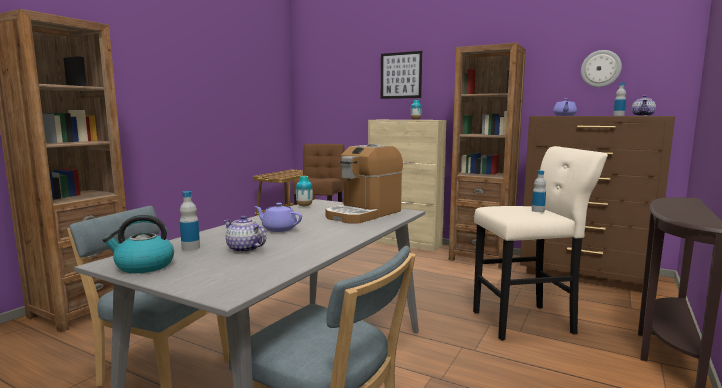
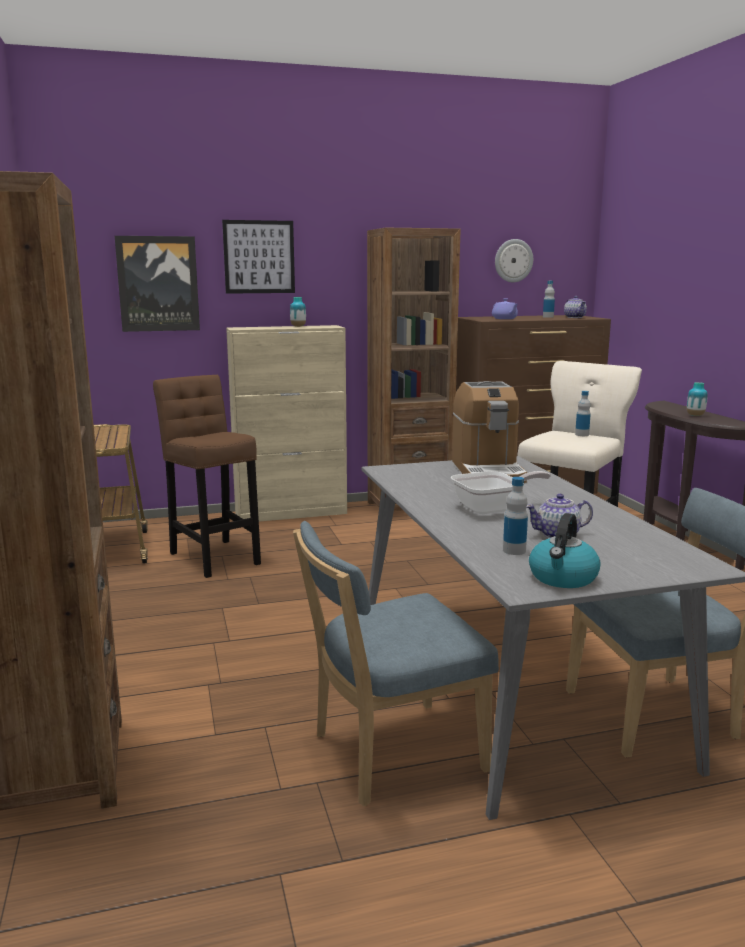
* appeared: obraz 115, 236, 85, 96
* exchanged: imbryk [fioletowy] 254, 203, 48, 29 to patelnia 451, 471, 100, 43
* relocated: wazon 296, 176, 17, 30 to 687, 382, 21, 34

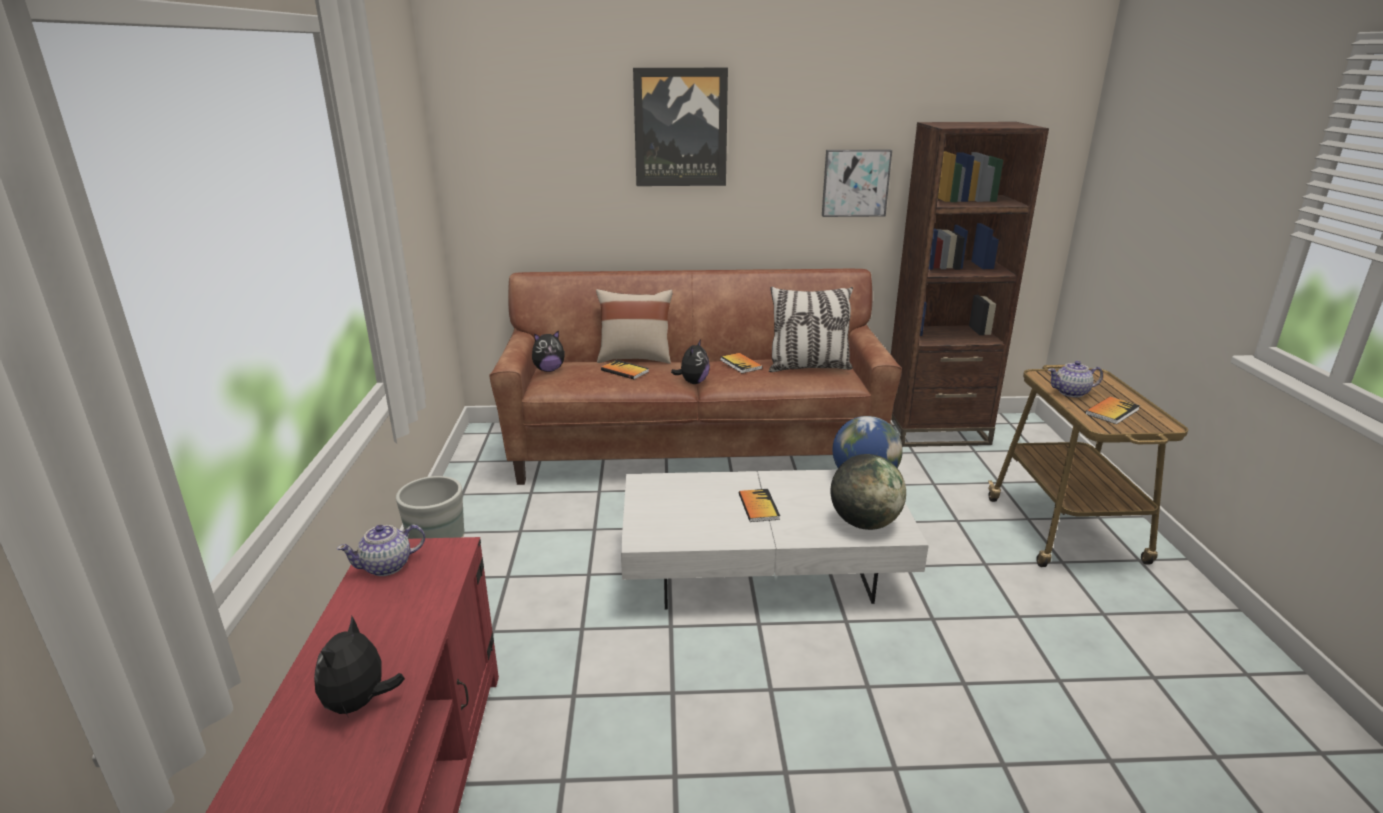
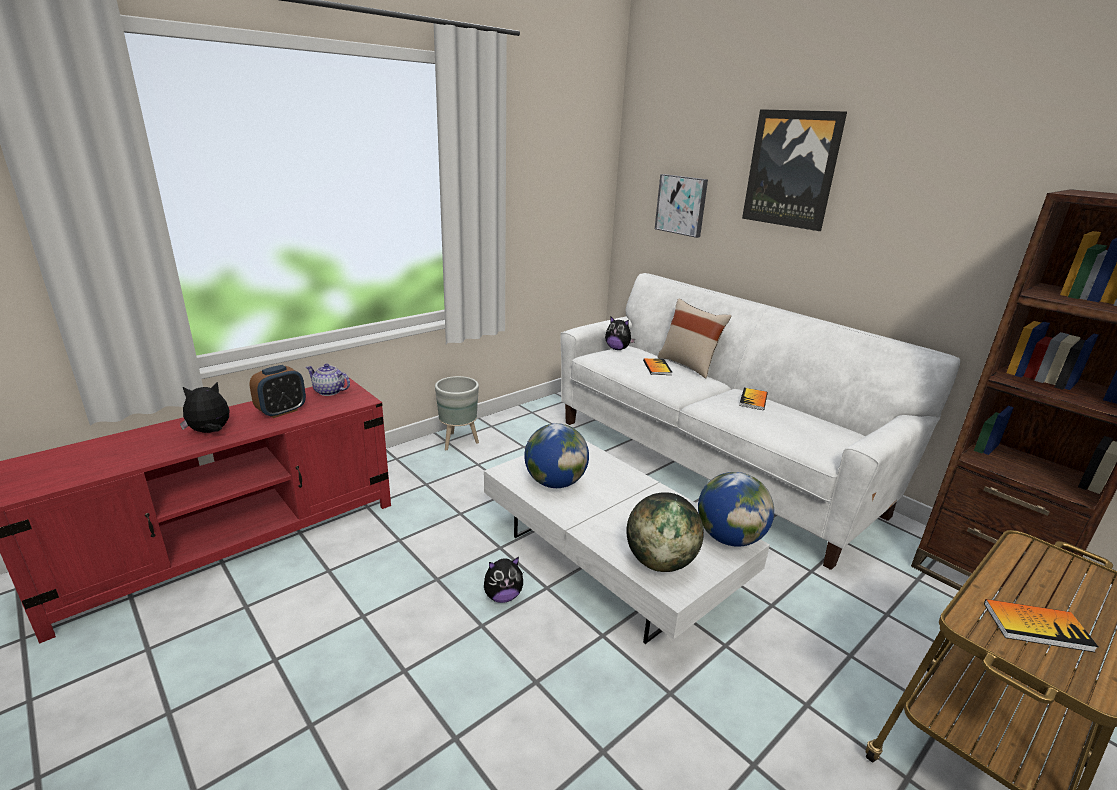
* appeared: budzik 249, 365, 57, 53
* relocated: pluszak 671, 340, 39, 44 to 484, 557, 39, 46
* appeared: globus 524, 423, 65, 65
* colour: kanapa [brązowy] 489, 269, 413, 216 to kanapa [biały] 560, 273, 400, 297
* relocated: obraz 822, 150, 70, 67 to 655, 174, 53, 64
* missing: książka 739, 489, 41, 33
* missing: poduszka 769, 287, 84, 85
* missing: imbryk 1048, 361, 55, 36

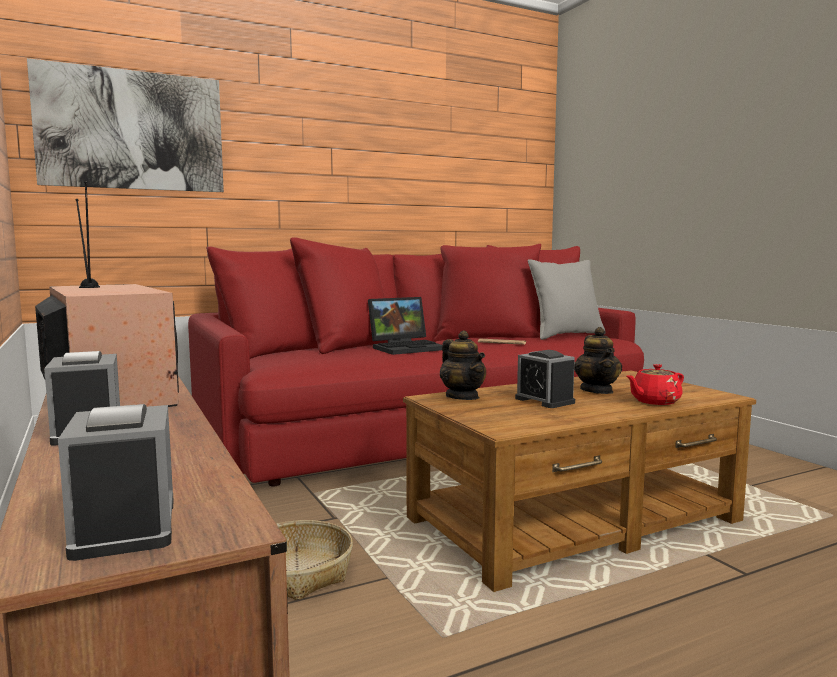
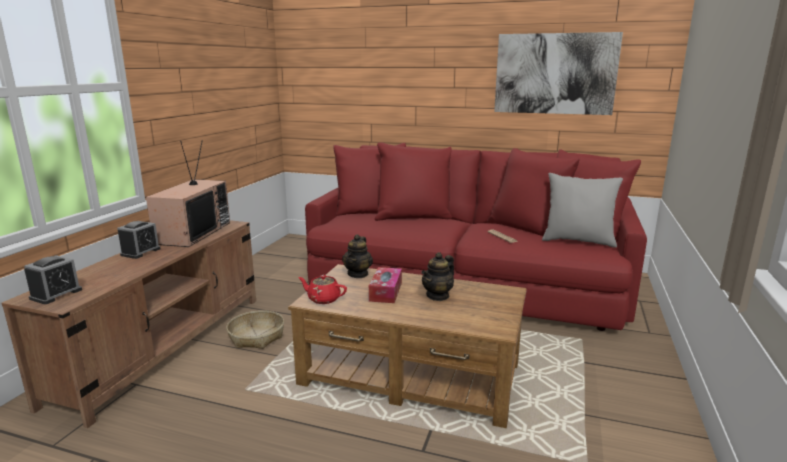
* relocated: imbryk [czerwony] 627, 364, 57, 41 to 298, 275, 49, 29
* exchanged: budzik 515, 350, 60, 58 to pudełko chusteczek 369, 267, 33, 36
* relocated: obraz 27, 58, 197, 134 to 494, 32, 129, 83
* missing: laptop 368, 297, 74, 58

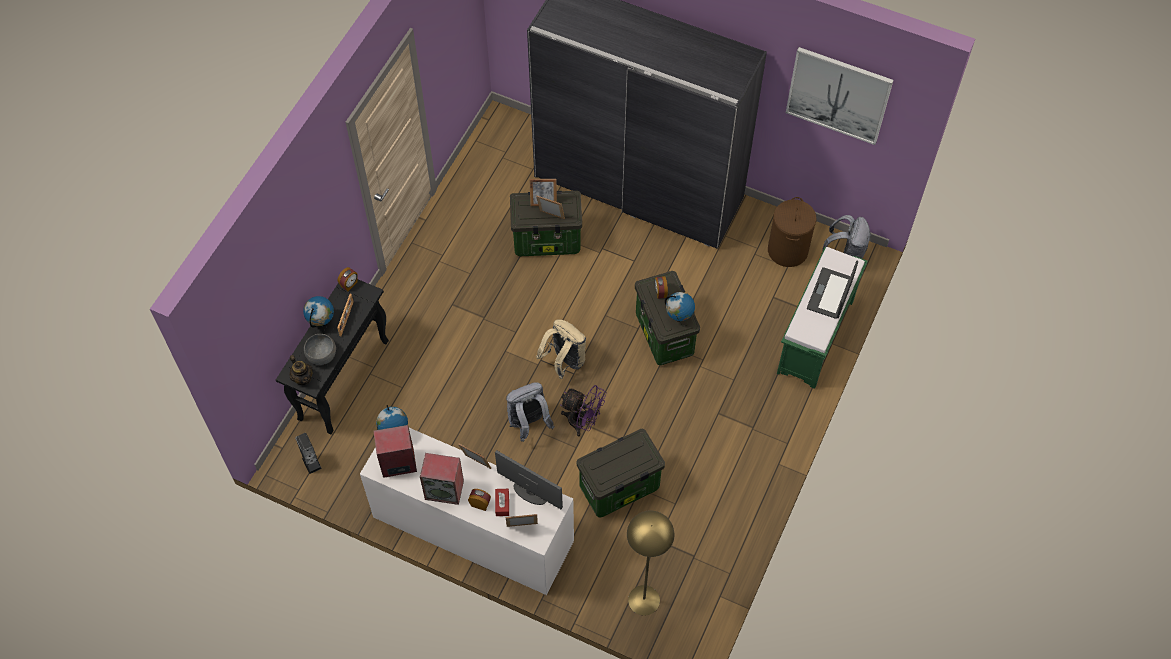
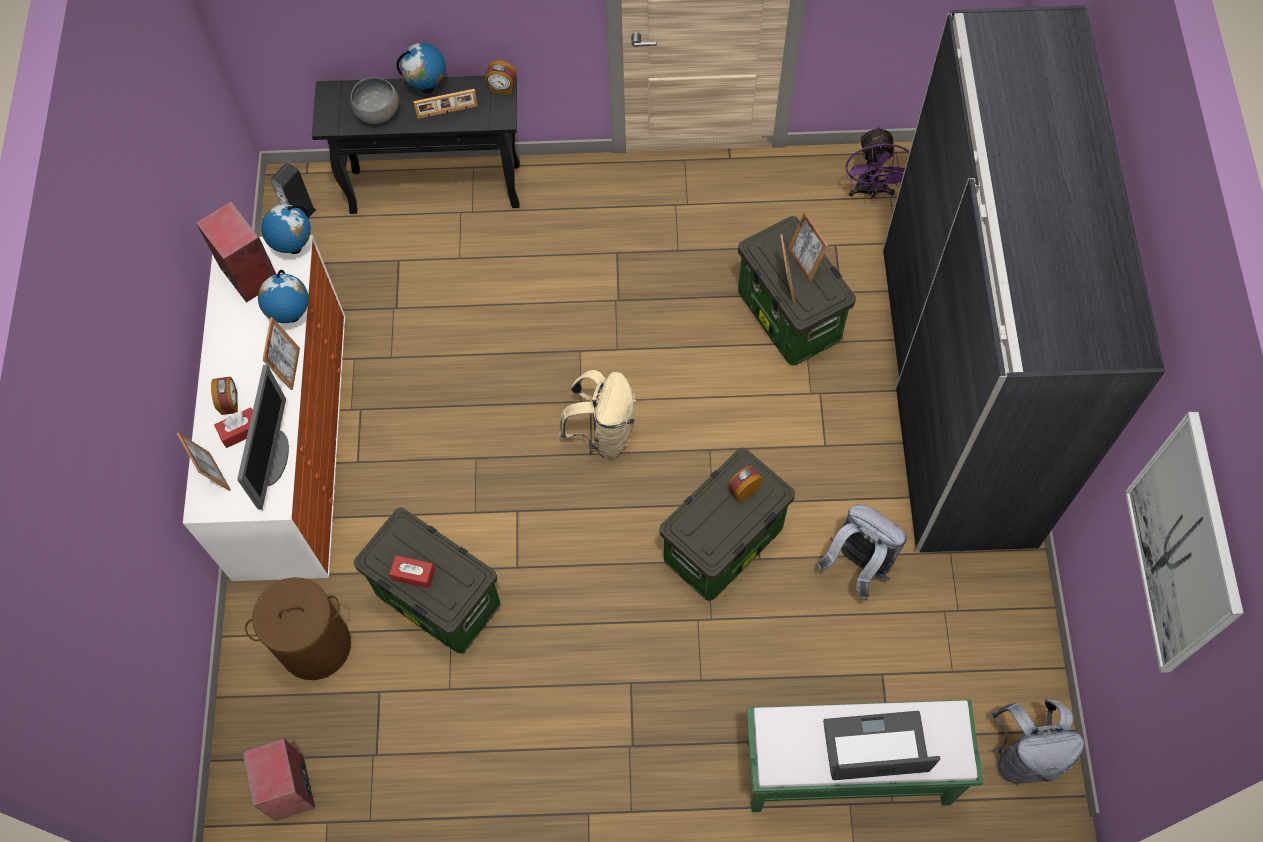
* relocated: głośnik 420, 453, 44, 52 to 242, 738, 73, 83
* relocated: kosz na pranie [brązowy] 768, 197, 48, 70 to 245, 577, 106, 103
* relocated: globus 665, 292, 30, 30 to 258, 270, 51, 53
* appeared: pudełko chusteczek [czerwony] 389, 555, 46, 33
* relocated: plecak [szary] 506, 382, 49, 60 to 816, 505, 91, 96
* relocated: wentylator [fioletowy] 560, 385, 46, 51 to 846, 126, 64, 73
* missing: imbryk 289, 355, 24, 30
* missing: lampa stojąca [żółty] 627, 511, 47, 105

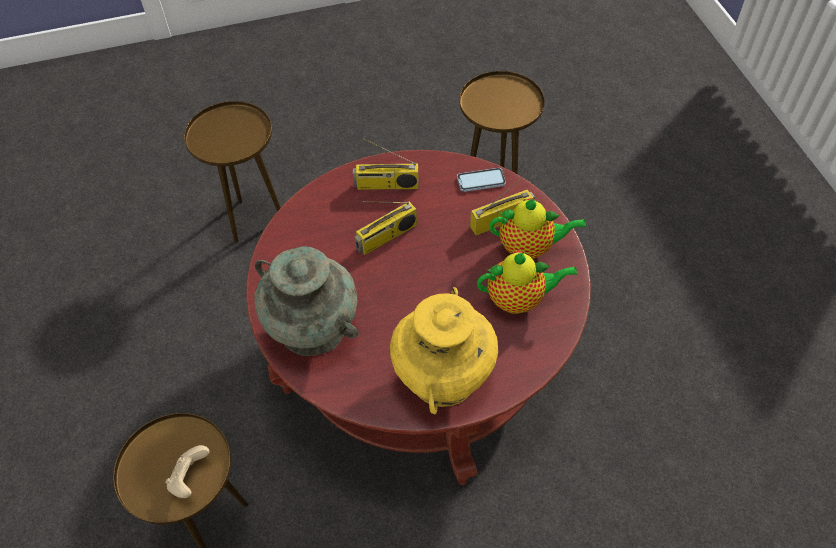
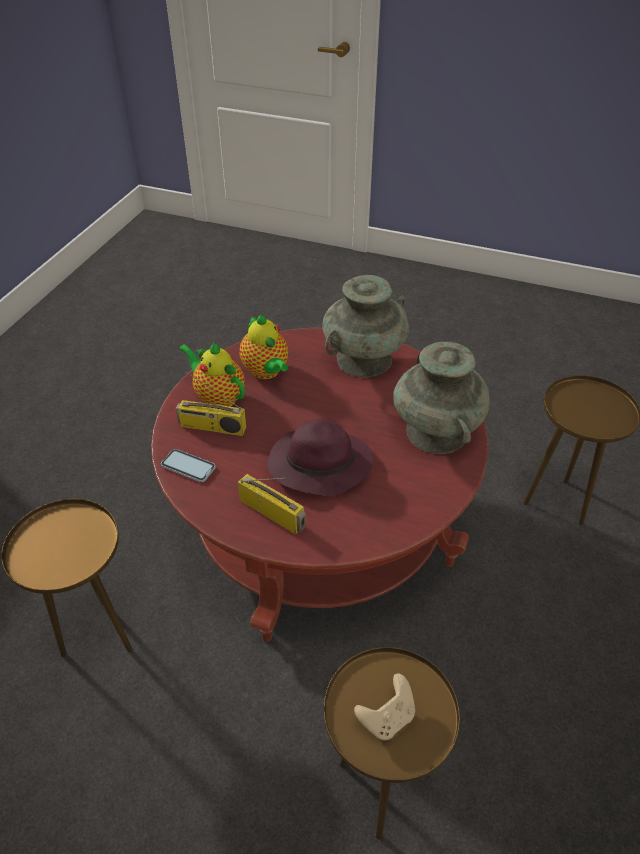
* spun: imbryk 477, 251, 101, 63 = 239, 315, 49, 64 150 degrees counterclockwise
* exchanged: radio 355, 201, 62, 54 to kapelusz [fioletowy] 268, 419, 106, 77
* colour: wazon [żółty] 390, 287, 108, 127 to wazon [turkusowy] 322, 275, 87, 102
* relocated: pad do gier [beżowy] 166, 445, 44, 53 to 354, 673, 61, 67

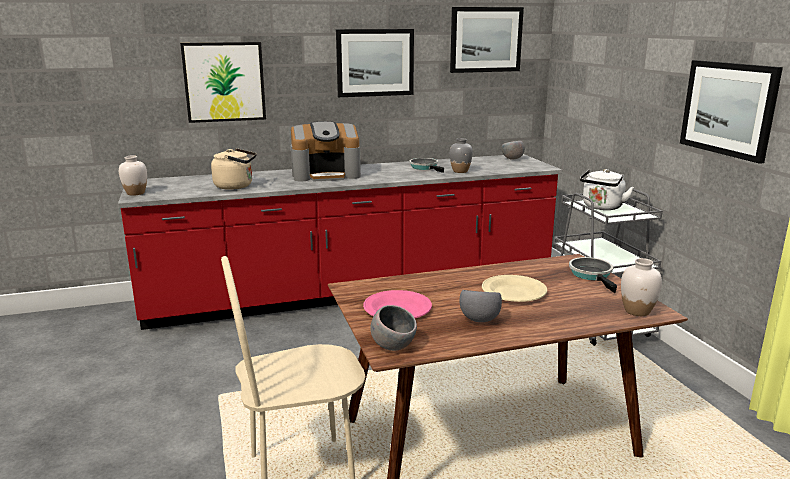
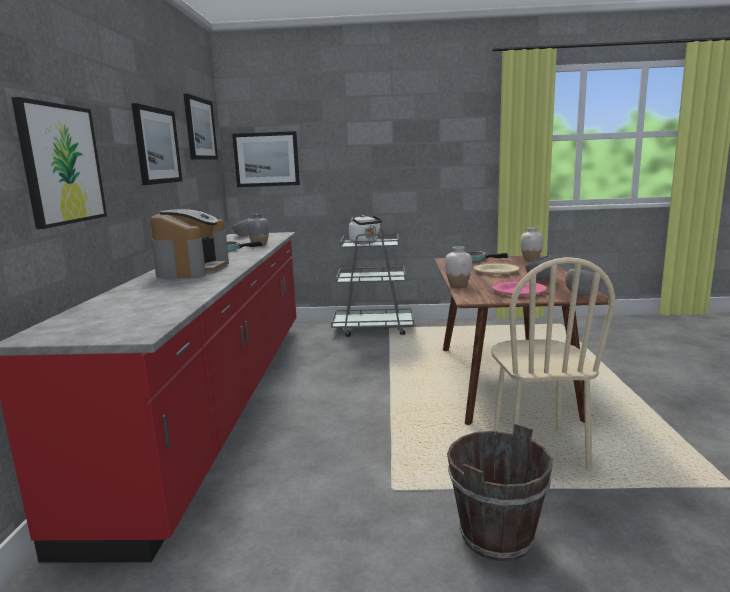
* relocated: obraz 680, 60, 103, 104 to 232, 131, 68, 56
* relocated: wazon [biały] 119, 155, 28, 41 to 445, 246, 27, 41
* appeared: wiadro [brązowy] 447, 423, 106, 138
* missing: czajnik [beżowy] 211, 148, 46, 42

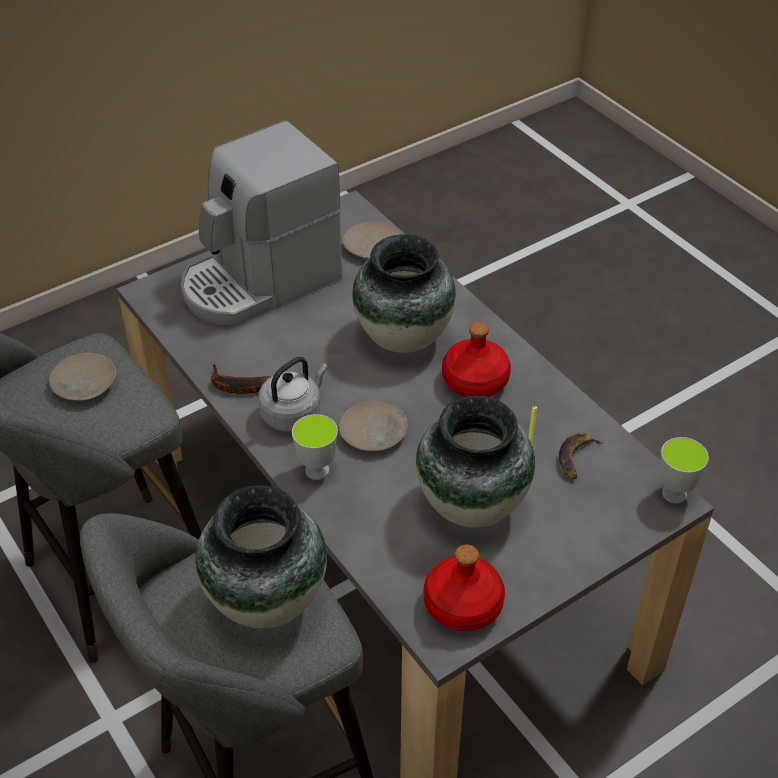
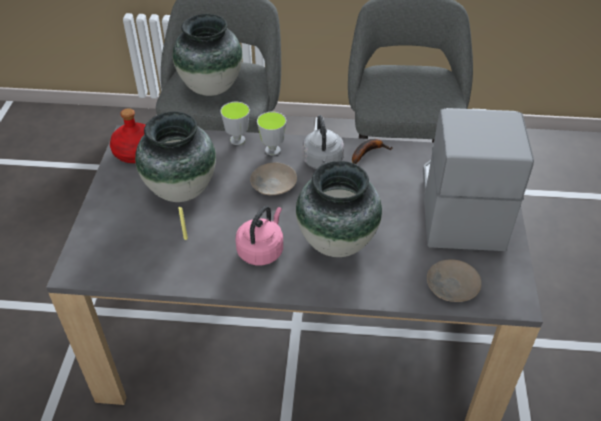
* relocated: filiżanka 660, 437, 49, 67 to 220, 102, 30, 43
* exchanged: butelka [czerwony] 442, 322, 69, 75 to czajnik [różowy] 235, 205, 48, 60
* missing: talerz [beżowy] 49, 353, 67, 48
* missing: banan 559, 432, 45, 47

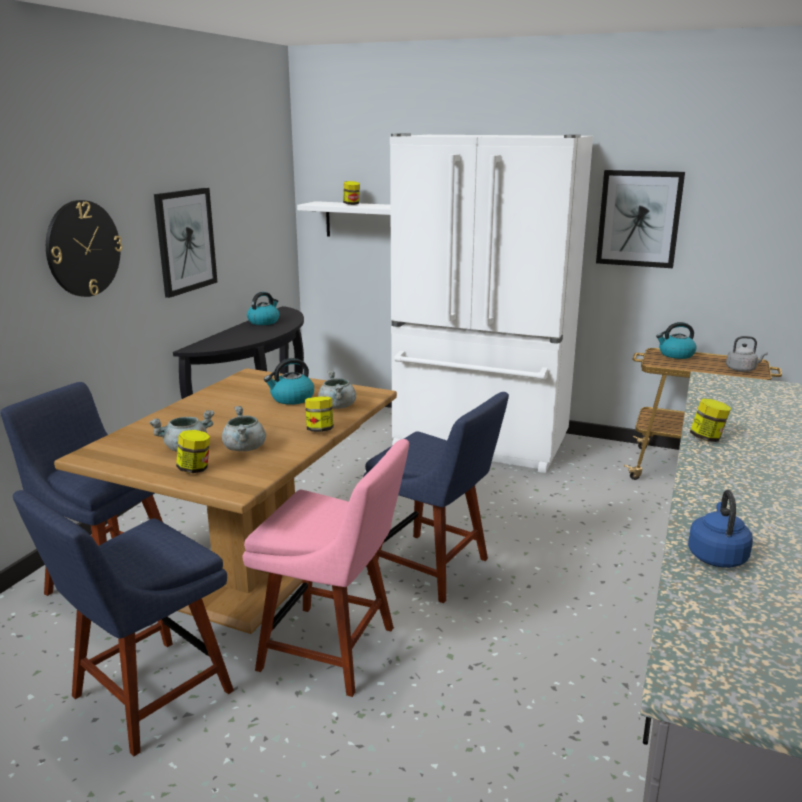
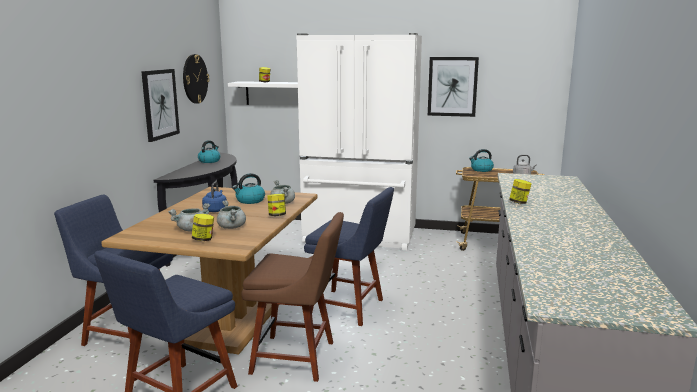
* relocated: zegar ścienny 46, 200, 76, 97 to 183, 54, 27, 50
* relocated: czajnik [niebieski] 688, 490, 65, 78 to 202, 181, 25, 31
* colour: krzesło [różowy] 242, 439, 167, 258 to krzesło [brązowy] 241, 212, 103, 170

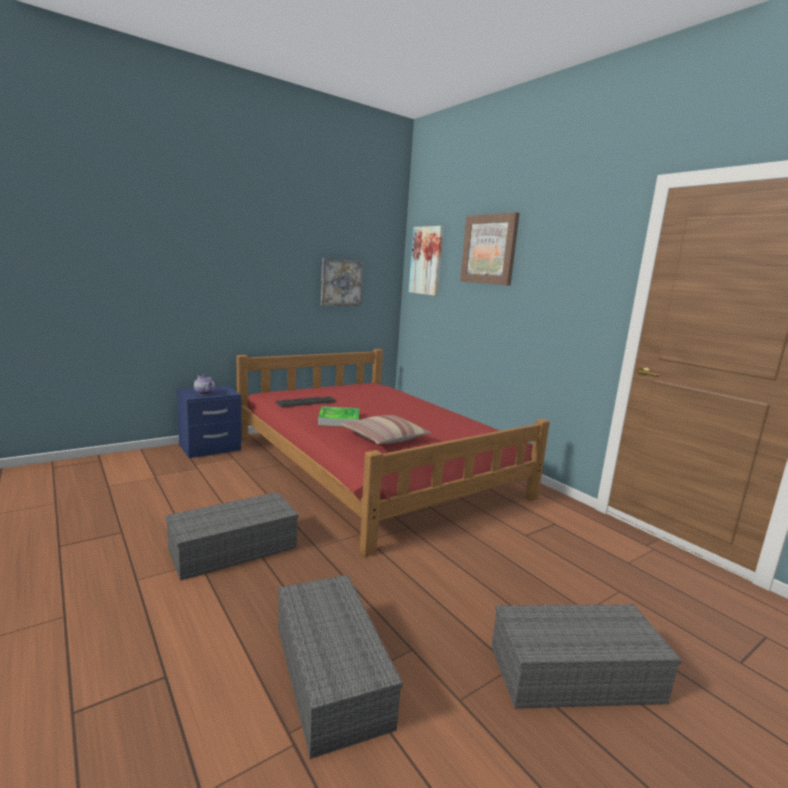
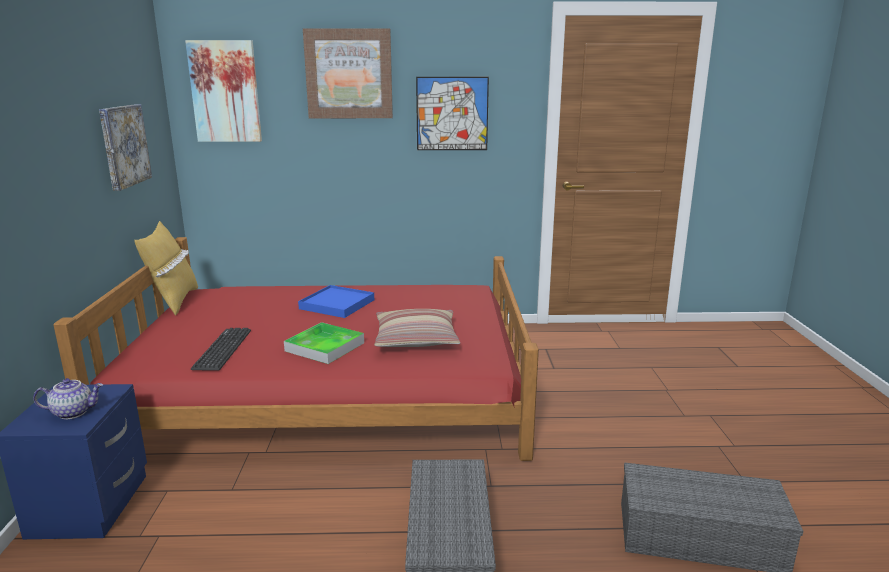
* appeared: poduszka [żółty] 134, 221, 64, 95
* appeared: taca [niebieski] 298, 285, 76, 33
* appeared: obraz 416, 77, 73, 73
* missing: pojemnik do przechowywania [szary] 491, 605, 191, 104

